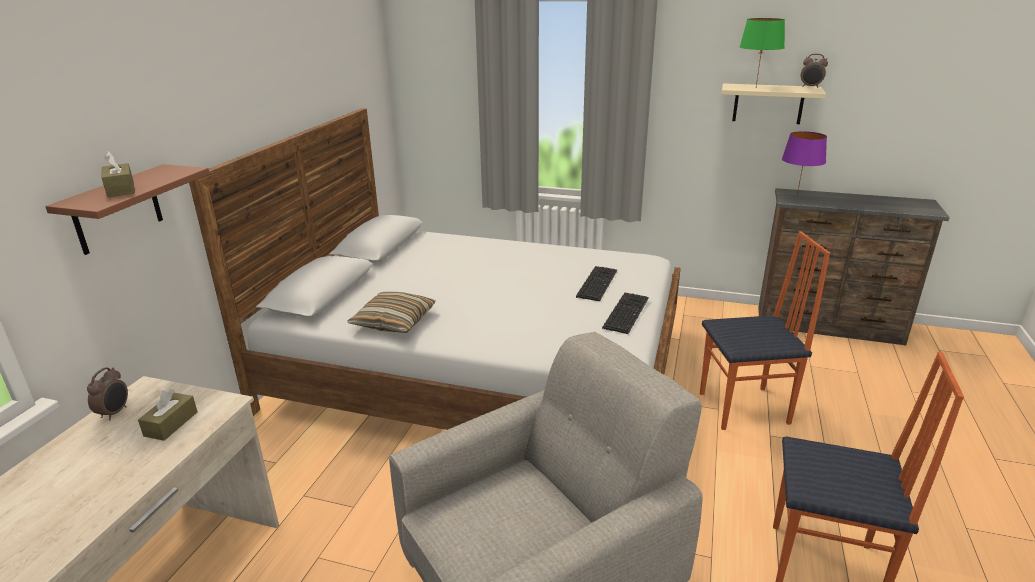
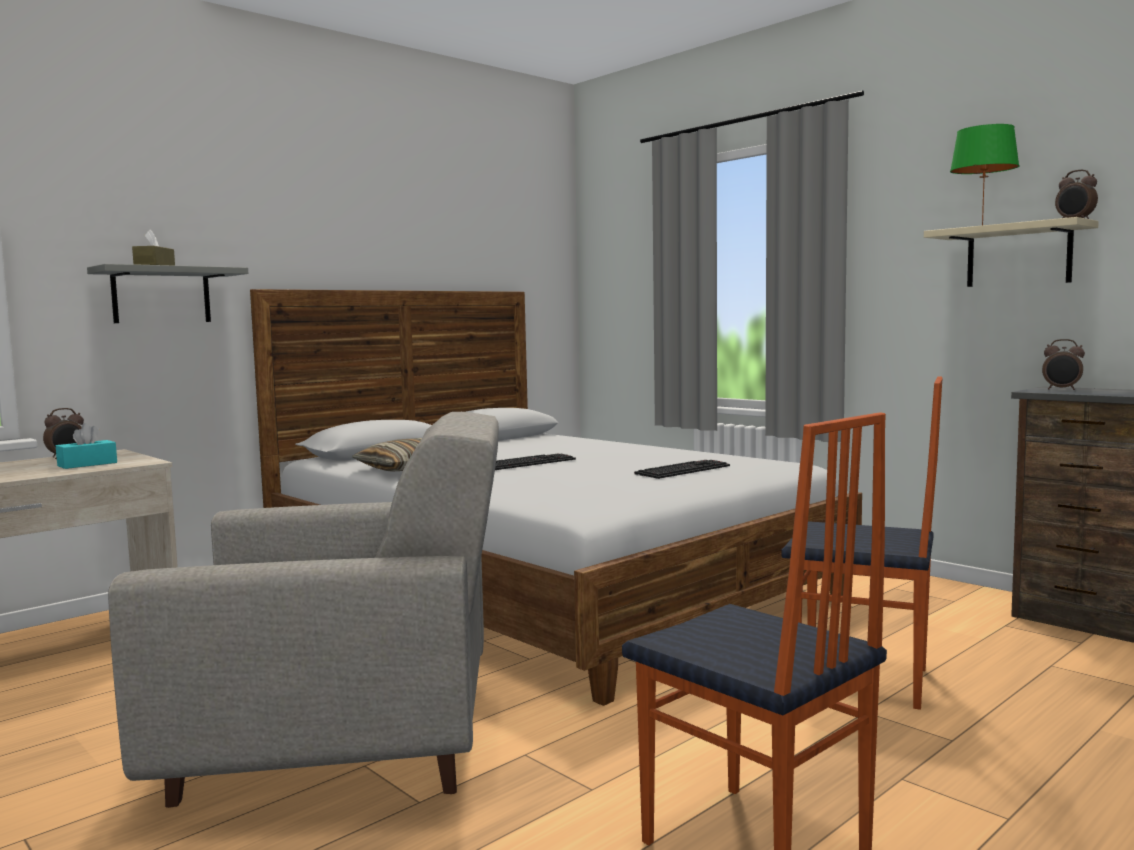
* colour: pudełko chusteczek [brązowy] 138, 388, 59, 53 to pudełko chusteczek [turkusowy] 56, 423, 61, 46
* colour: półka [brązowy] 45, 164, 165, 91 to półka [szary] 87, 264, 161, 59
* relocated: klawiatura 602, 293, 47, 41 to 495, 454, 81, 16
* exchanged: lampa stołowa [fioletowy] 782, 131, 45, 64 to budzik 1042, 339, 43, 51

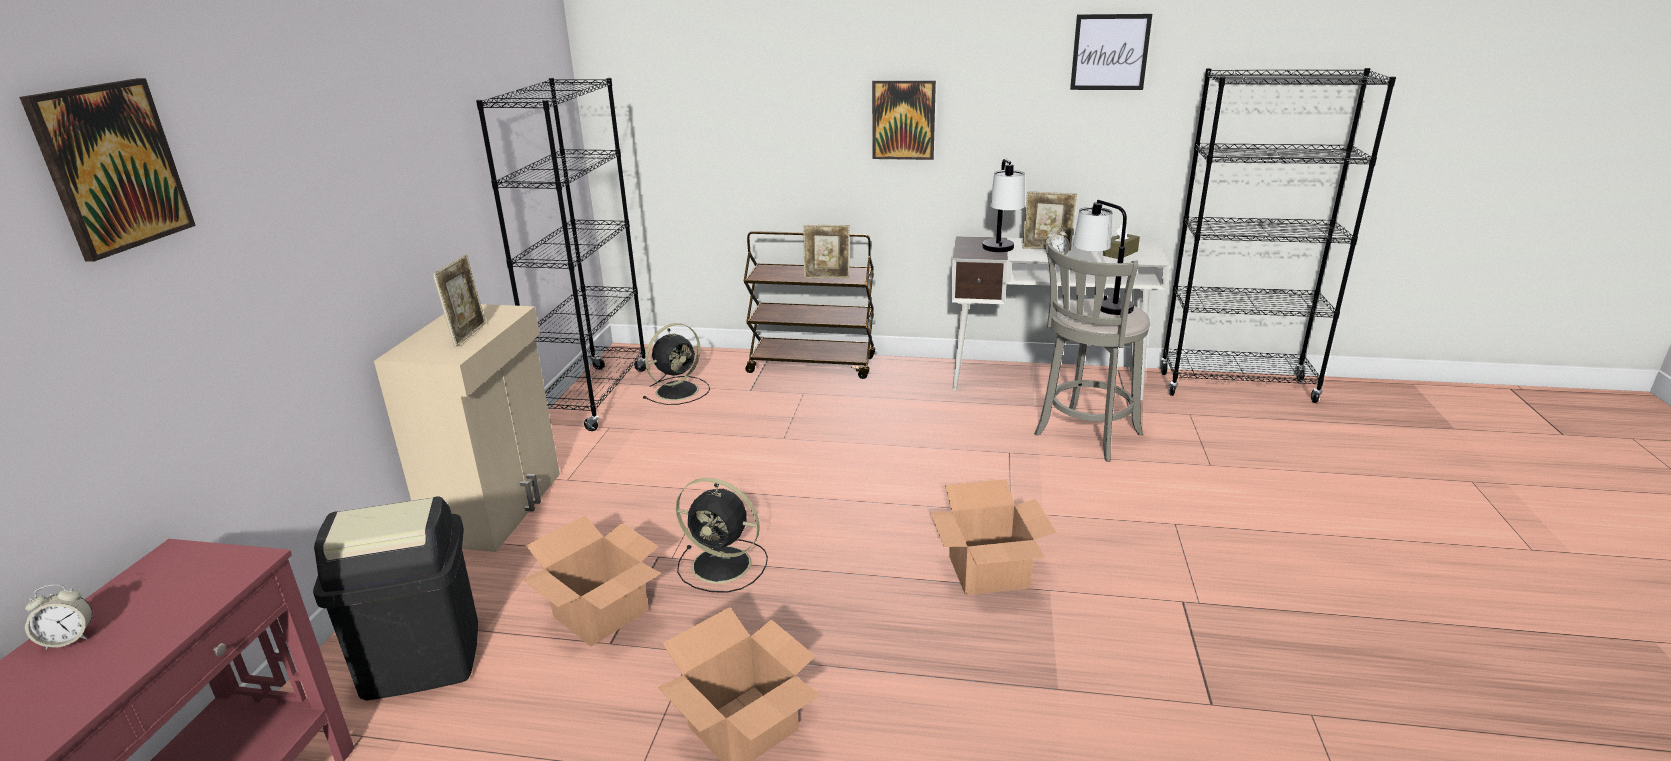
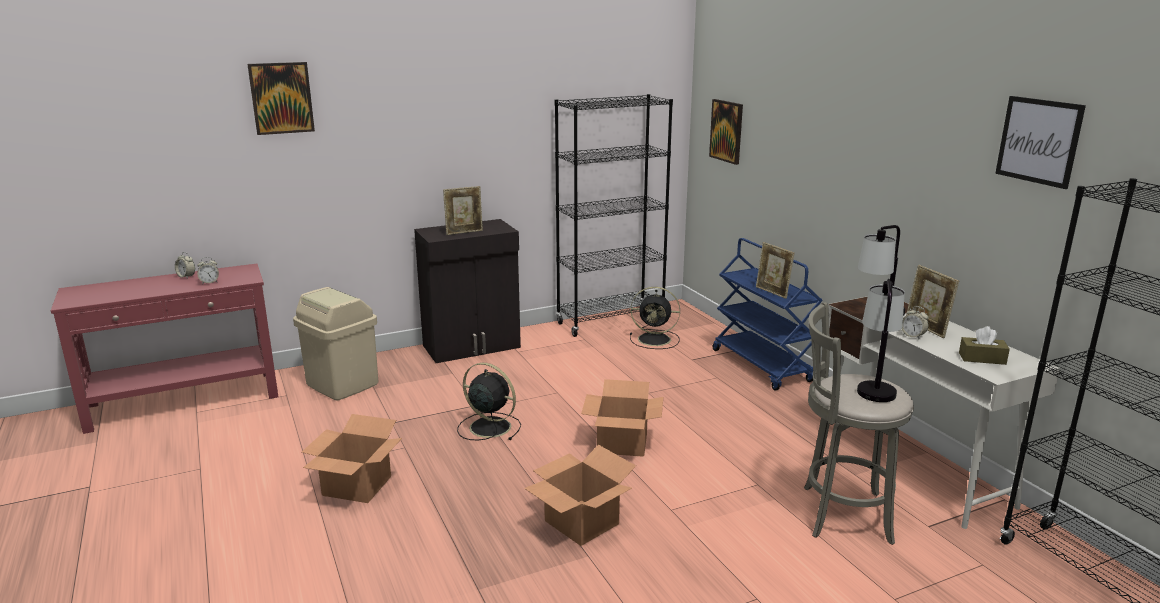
* appeared: budzik 197, 257, 22, 28
* colour: kosz na śmieci [czarny] 313, 497, 165, 203 to kosz na śmieci [beżowy] 293, 287, 85, 113
* colour: szafka [beżowy] 374, 304, 186, 248 to szafka [czarny] 414, 219, 107, 144
* spun: wentylator [czarny] 676, 478, 92, 115 = 457, 363, 64, 77 135 degrees clockwise
* relocated: karton 522, 515, 139, 131 to 581, 379, 82, 78
* relocated: obraz 872, 80, 64, 80 to 709, 99, 34, 66
* colour: wózek [brązowy] 744, 231, 131, 148 to wózek [niebieski] 713, 238, 110, 152

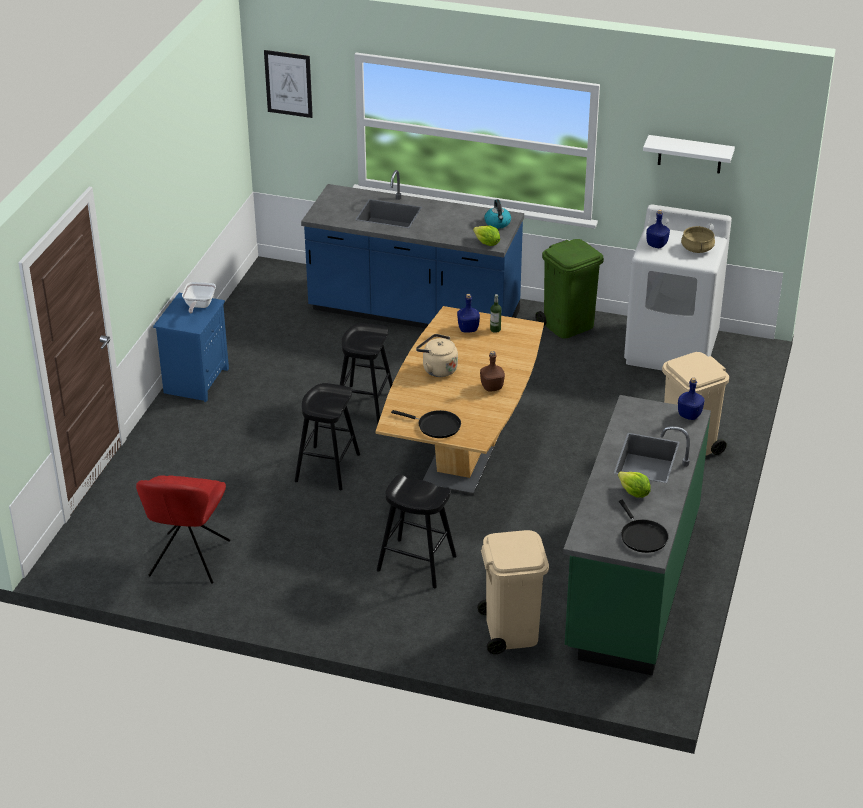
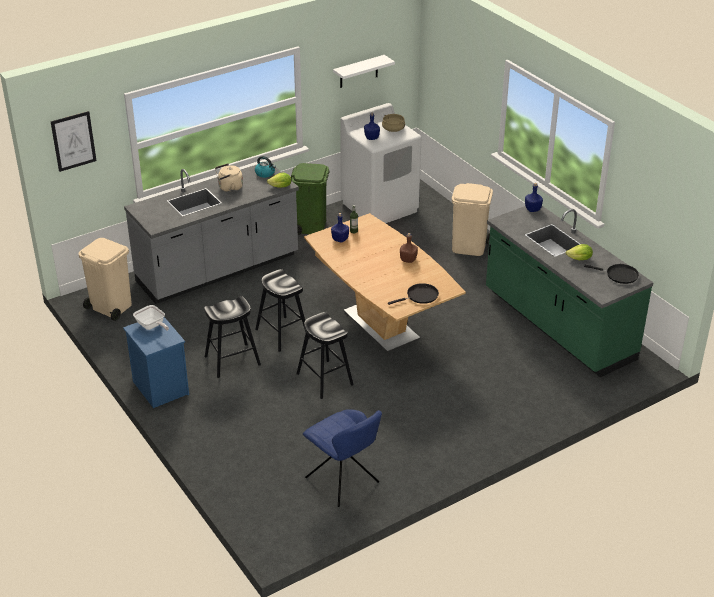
* relocated: kosz na śmieci [beżowy] 477, 530, 72, 124 to 79, 238, 53, 83
* colour: zabudowa kuchenna [niebieski] 301, 170, 223, 158 to zabudowa kuchenna [szary] 124, 161, 175, 143
* relocated: stołek [czarny] 377, 475, 80, 113 to 204, 296, 57, 82
* relocated: czajnik [beżowy] 416, 334, 42, 43 to 215, 163, 28, 29
* colour: krzesło [czerwony] 136, 475, 94, 109 to krzesło [niebieski] 303, 409, 79, 98

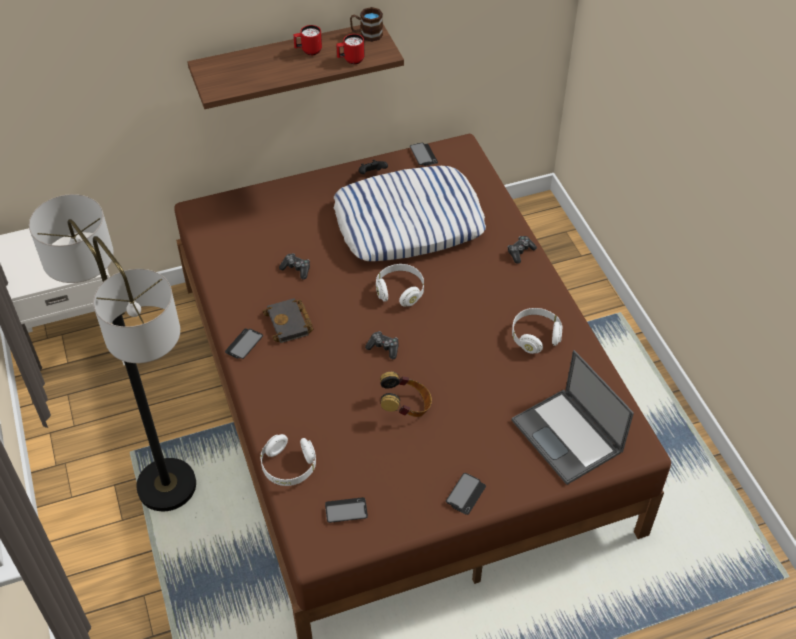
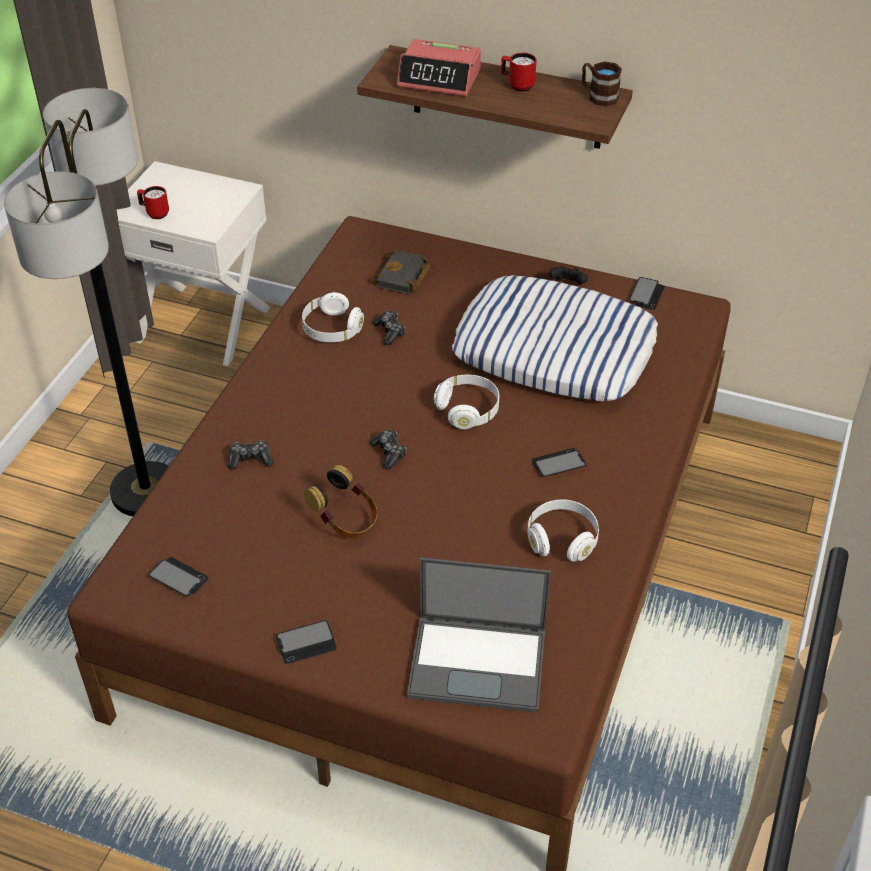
* relocated: kubek [czerwony] 336, 34, 29, 30 to 137, 186, 32, 33
* relocated: pad do gier 508, 236, 29, 27 to 228, 440, 45, 30
* relocated: słuchawki [biały] 261, 434, 55, 52 to 302, 292, 62, 50
* relocated: książka [czarny] 263, 298, 50, 45 to 371, 250, 61, 44
* appeared: budzik 397, 39, 84, 57
* spun: laptop 511, 350, 123, 135 = 407, 558, 144, 155 90 degrees counterclockwise
* relocated: telefon 225, 329, 38, 30 to 532, 448, 54, 29

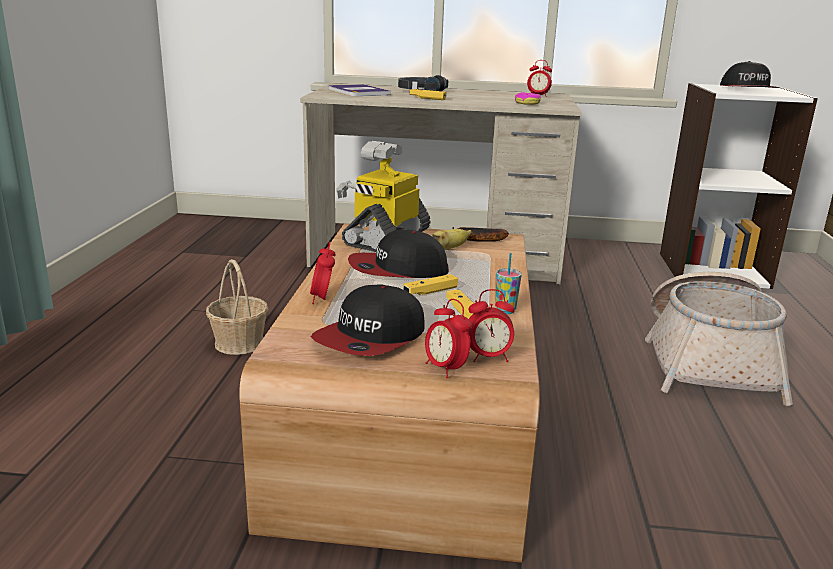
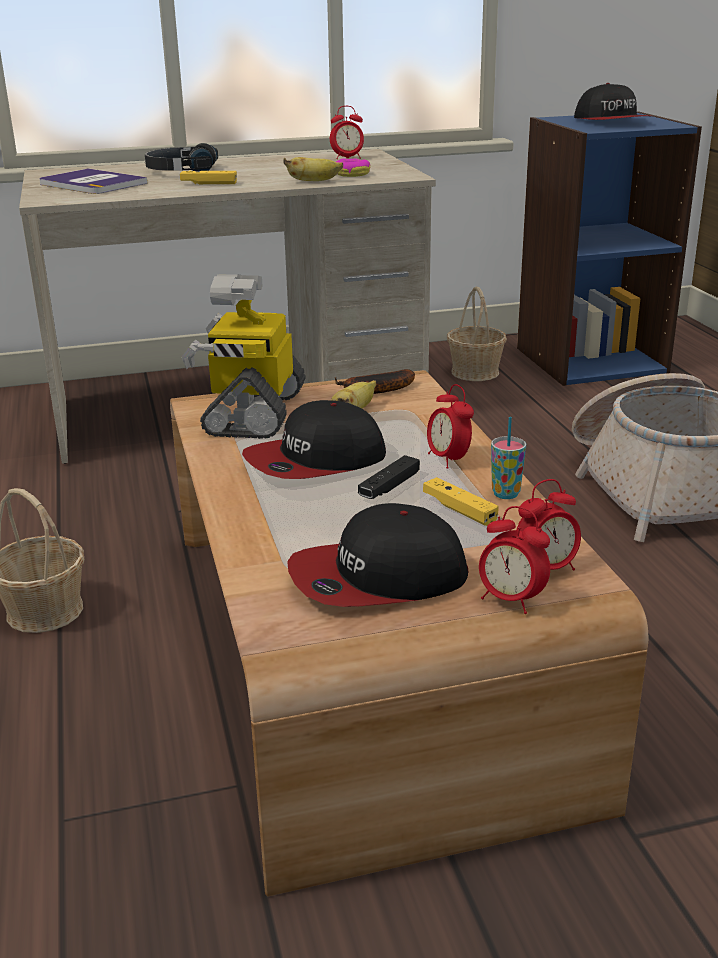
* appeared: banan 283, 157, 60, 24
* spun: czapka z daszkiem 311, 285, 113, 71 = 287, 503, 182, 104 60 degrees clockwise
* colour: pad do gier [żółty] 403, 274, 55, 22 to pad do gier [czarny] 358, 455, 62, 44
* relocated: budzik 310, 241, 26, 63 to 427, 384, 47, 85
* appeared: koszyk 447, 287, 60, 94
* colour: regał [biały] 660, 83, 158, 206 to regał [niebieski] 517, 112, 185, 274

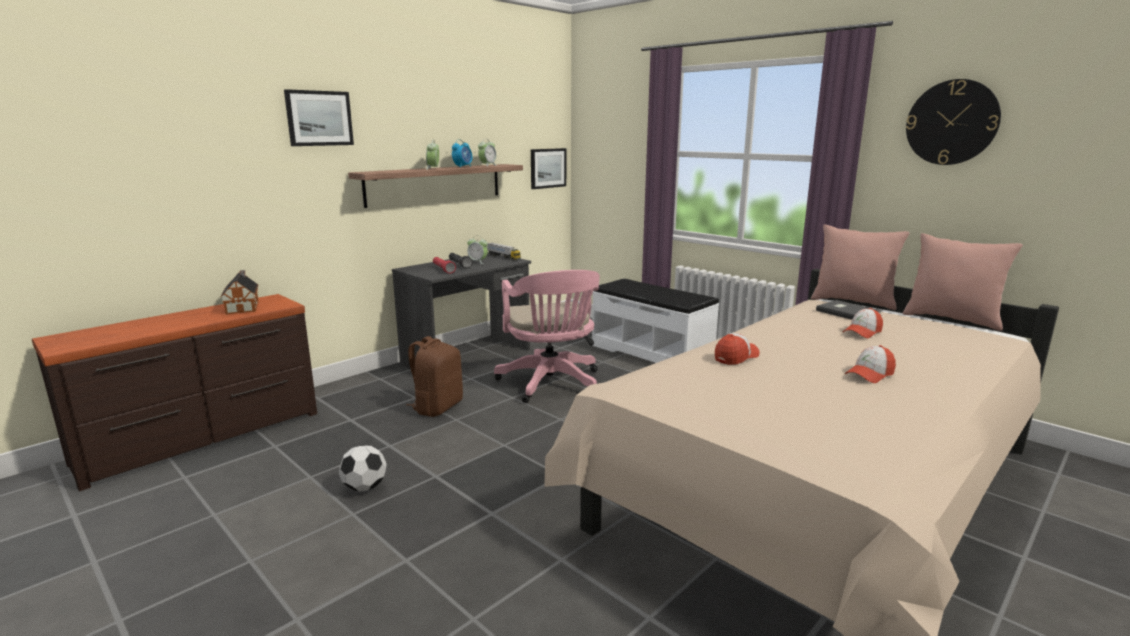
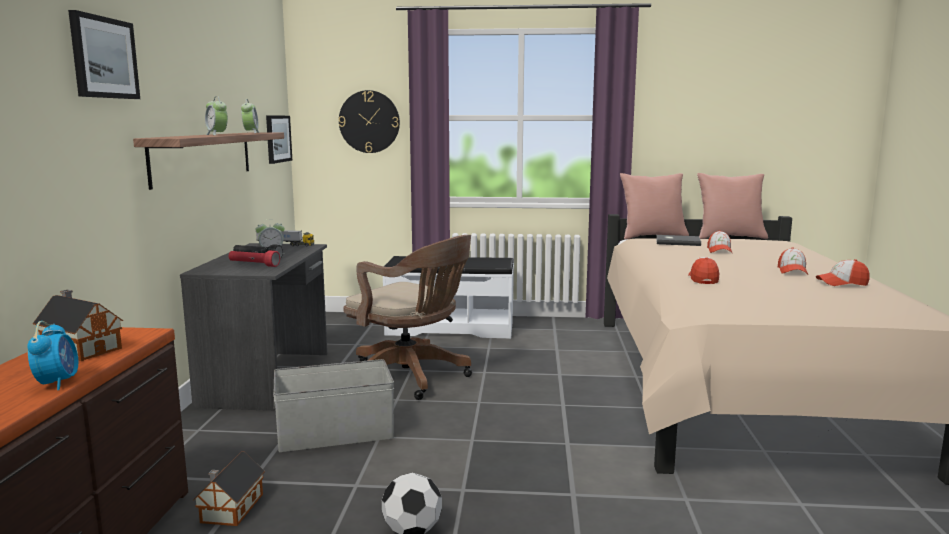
* relocated: budzik 452, 139, 20, 29 to 27, 321, 51, 69
* appeared: domek 194, 451, 71, 75
* exchanged: plecak [brązowy] 407, 336, 56, 81 to pojemnik do przechowywania [szary] 273, 359, 121, 93
* relocated: zegar ścienny 906, 79, 95, 86 to 339, 90, 61, 63
* colour: krzesło biurowe [różowy] 494, 270, 106, 133 to krzesło biurowe [brązowy] 344, 235, 128, 165
* appeared: czapka z daszkiem 816, 259, 54, 27

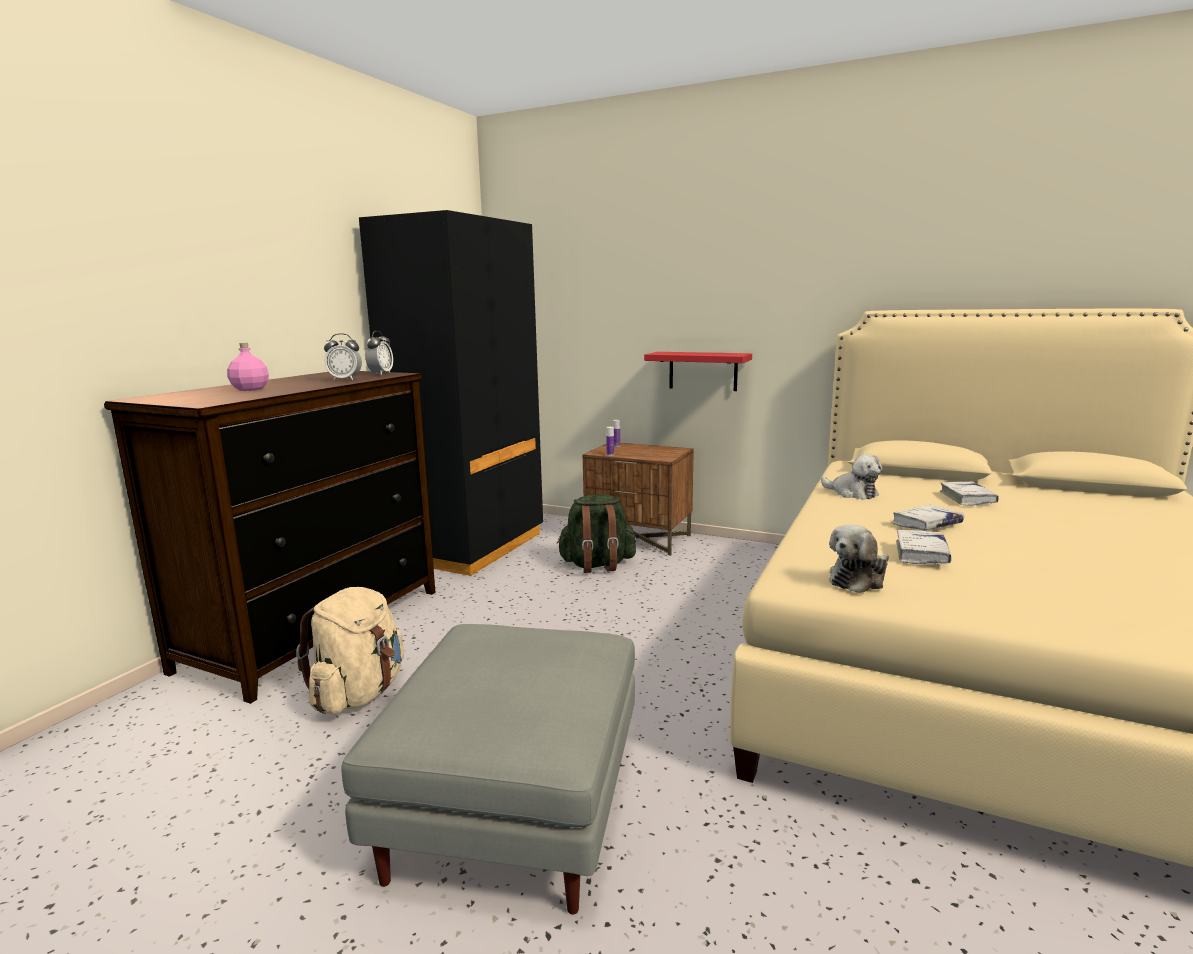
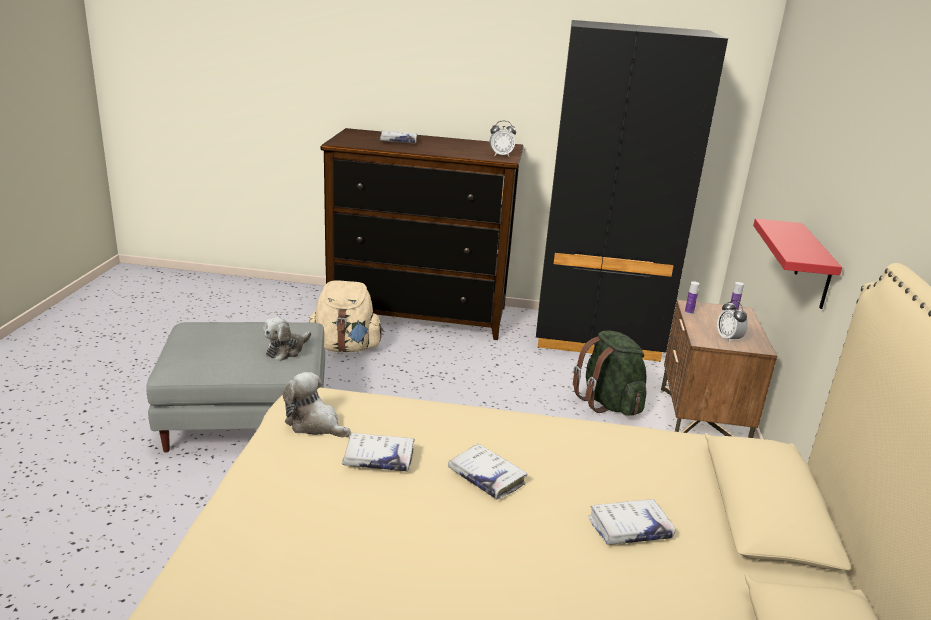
* relocated: pluszak 821, 454, 61, 45 to 263, 317, 48, 44
* exchanged: butelka [różowy] 227, 343, 42, 48 to książka [biały] 380, 131, 37, 13
* relocated: budzik 324, 333, 38, 48 to 717, 300, 31, 43

